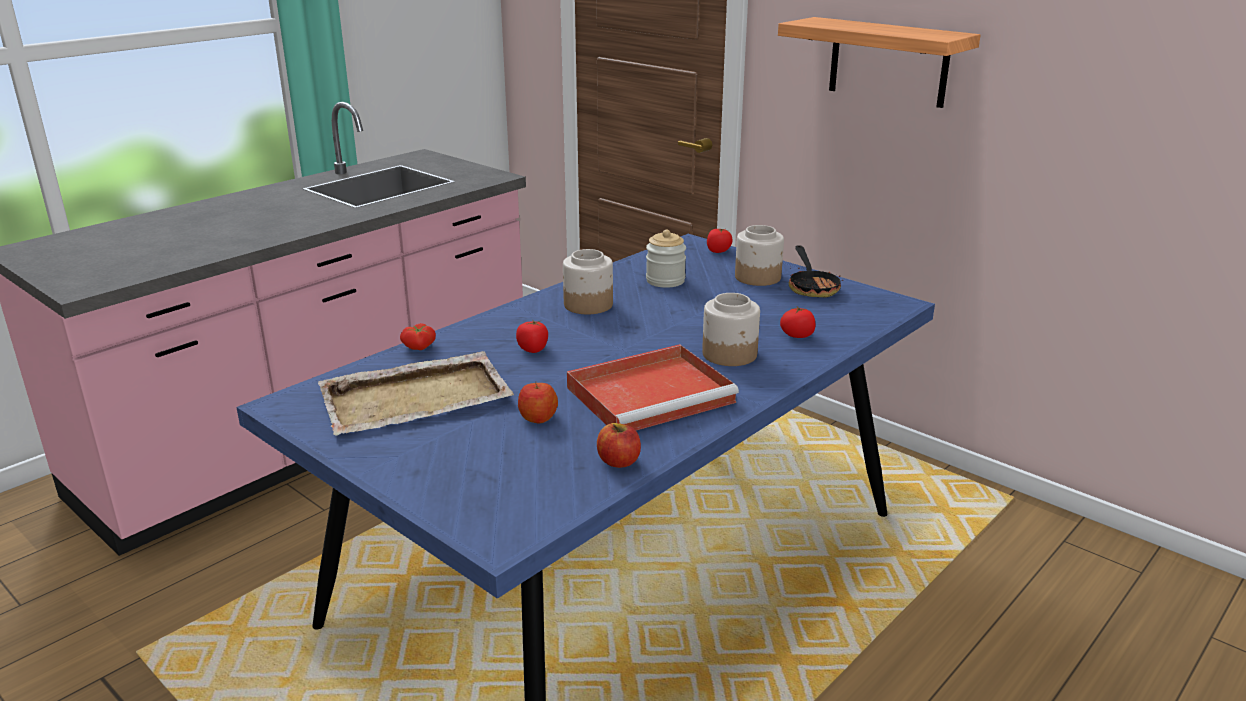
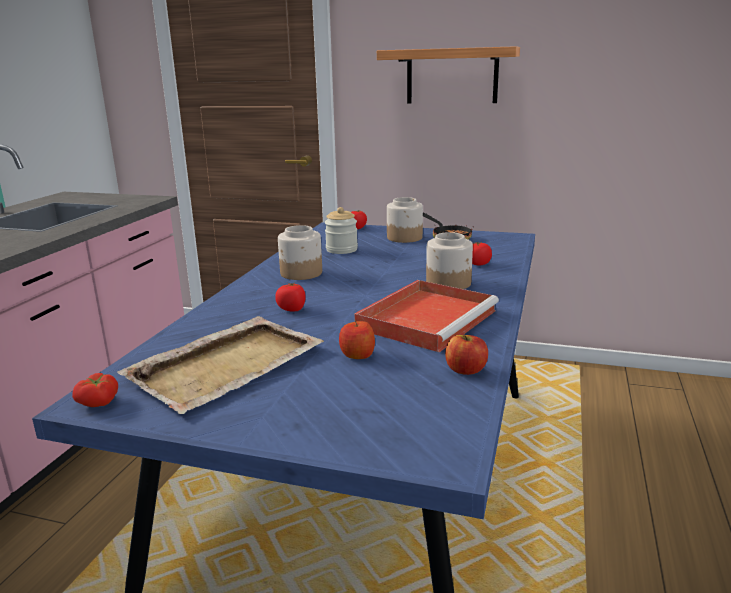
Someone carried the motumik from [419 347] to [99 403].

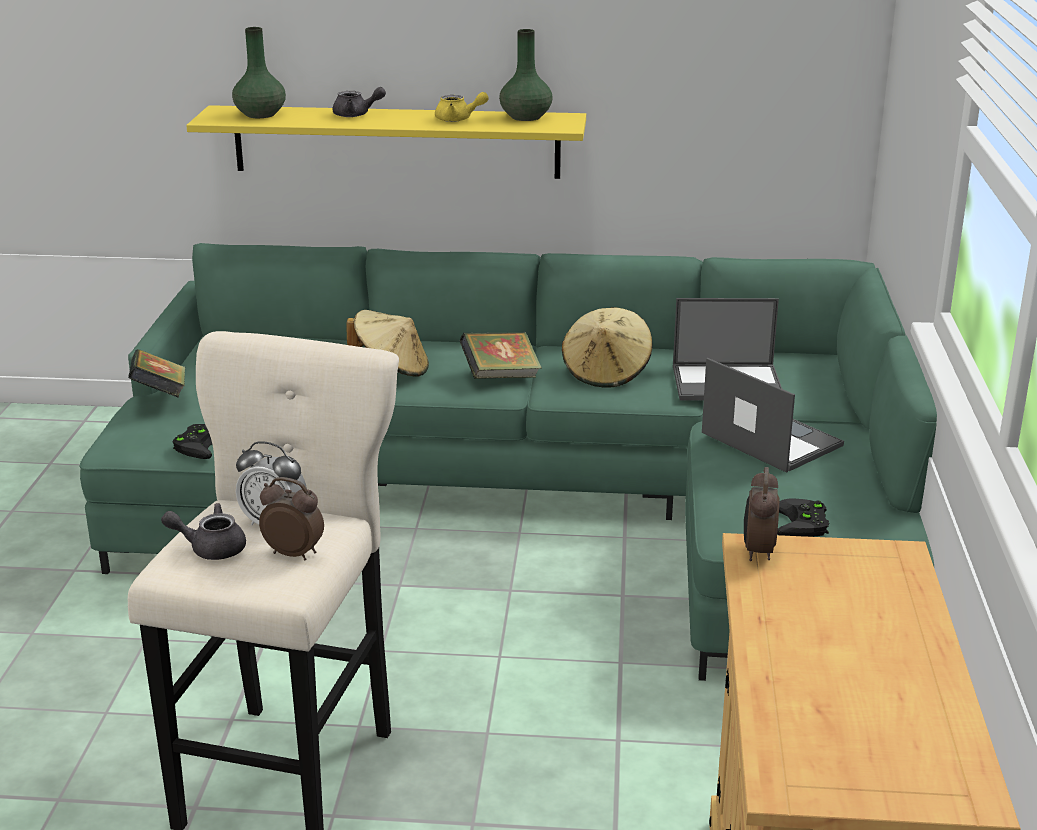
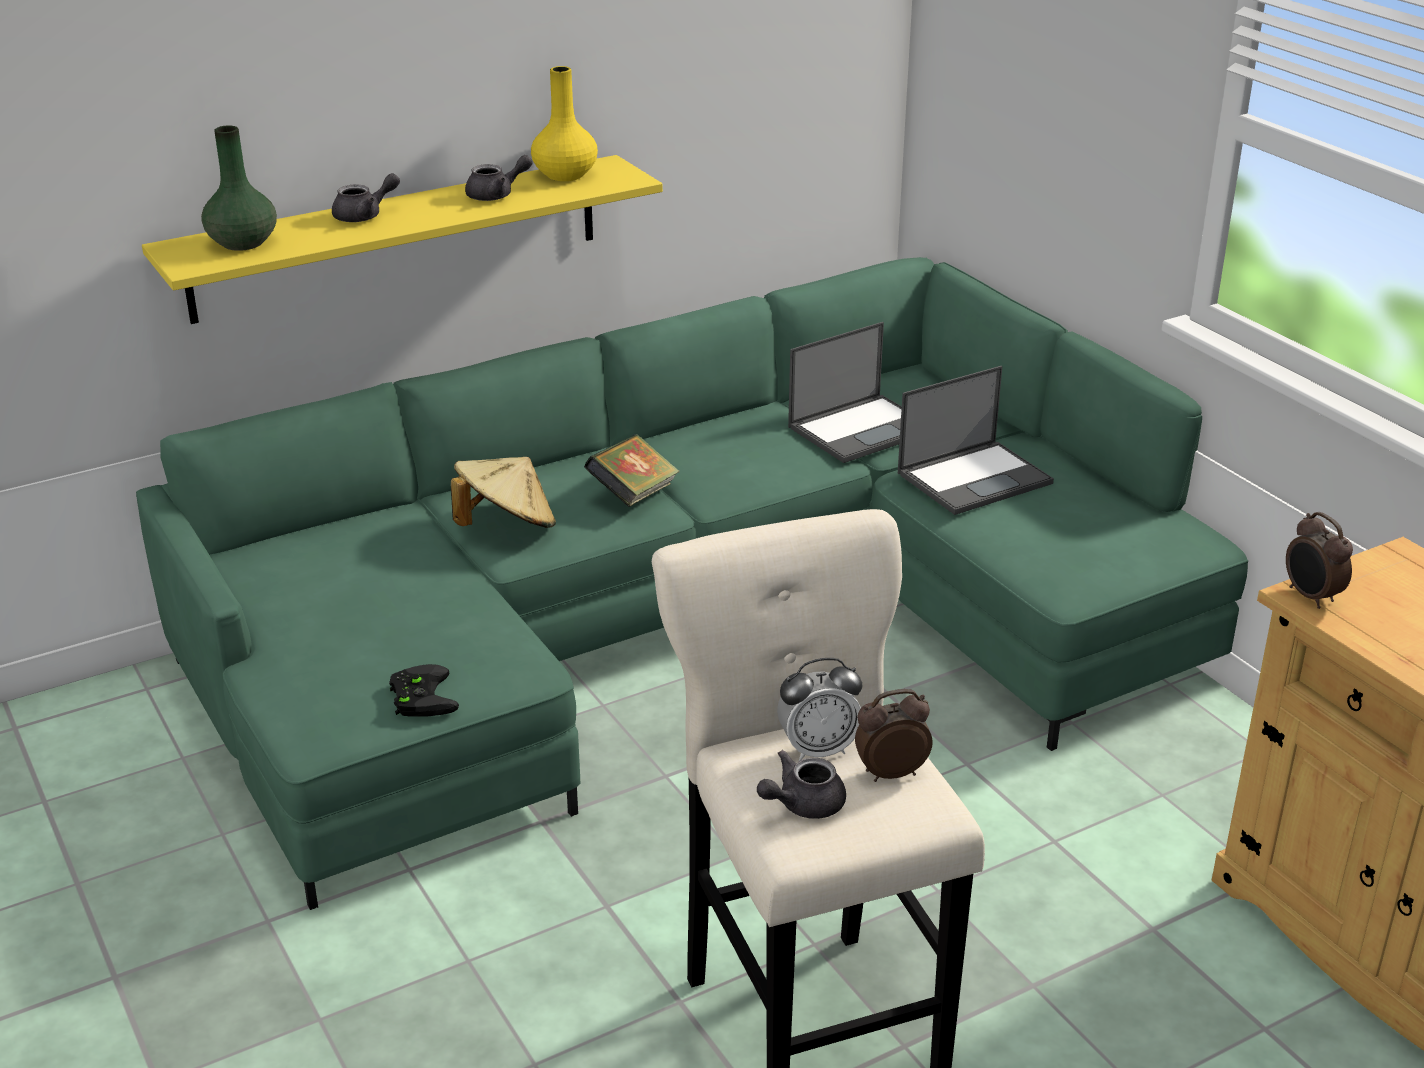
Someone repainted the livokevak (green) at [525 117], which became the livokevak (yellow) at [564 175]. Someone repainted the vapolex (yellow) at [458 119], which became the vapolex (grey) at [497 195]. Someone took away the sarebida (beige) at [607 373]. Someone took away the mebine at [160 395]. Someone rotated the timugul at [769 439] by 135 degrees clockwise. Someone took away the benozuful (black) at [803 524].

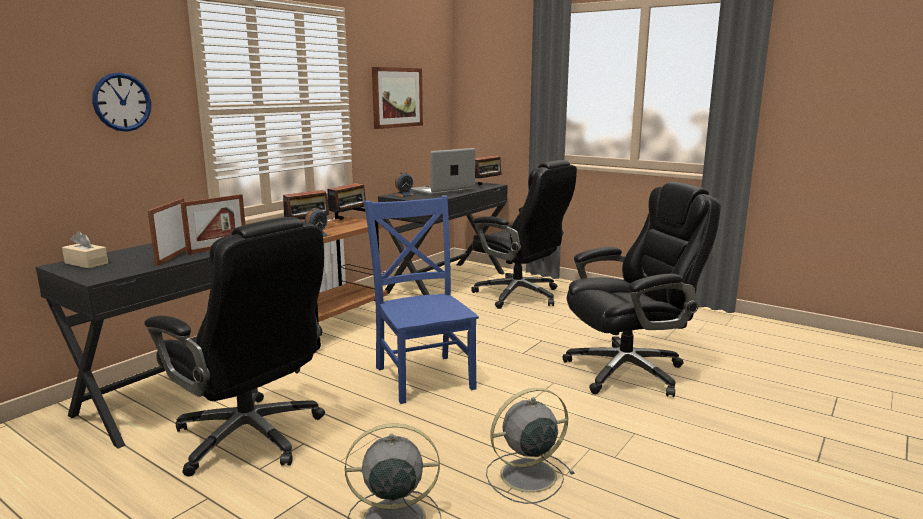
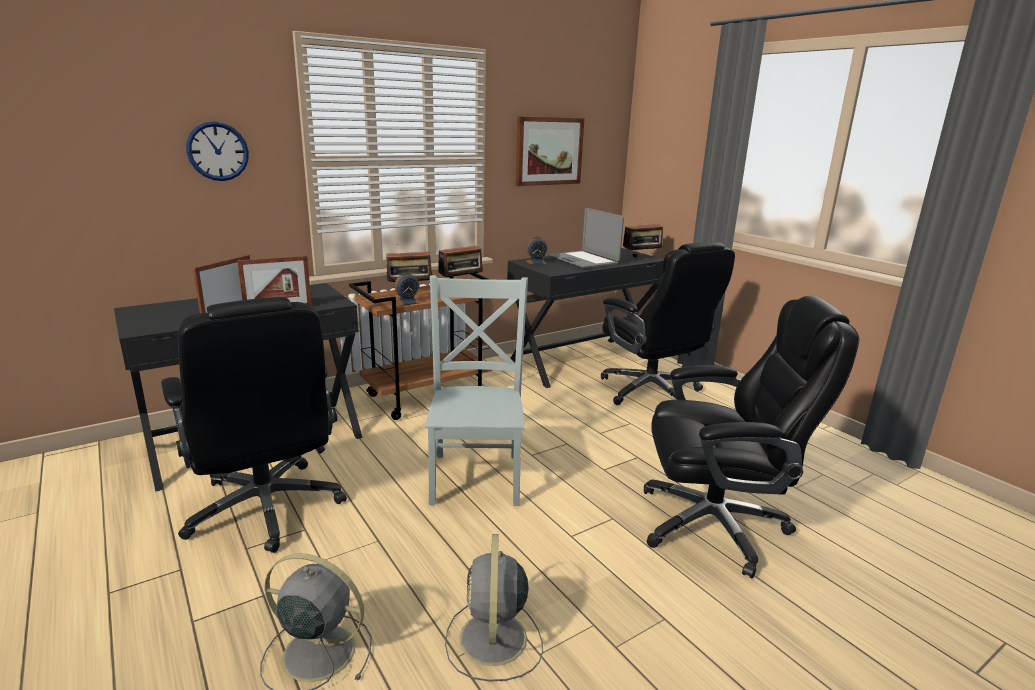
Someone rotated the timugul at [442 190] by 105 degrees counterclockwise. Someone repainted the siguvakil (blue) at [423 375], which became the siguvakil (grey) at [476 475]. Someone took away the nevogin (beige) at [86 263]. Someone rotated the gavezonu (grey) at [526 476] by 90 degrees counterclockwise.

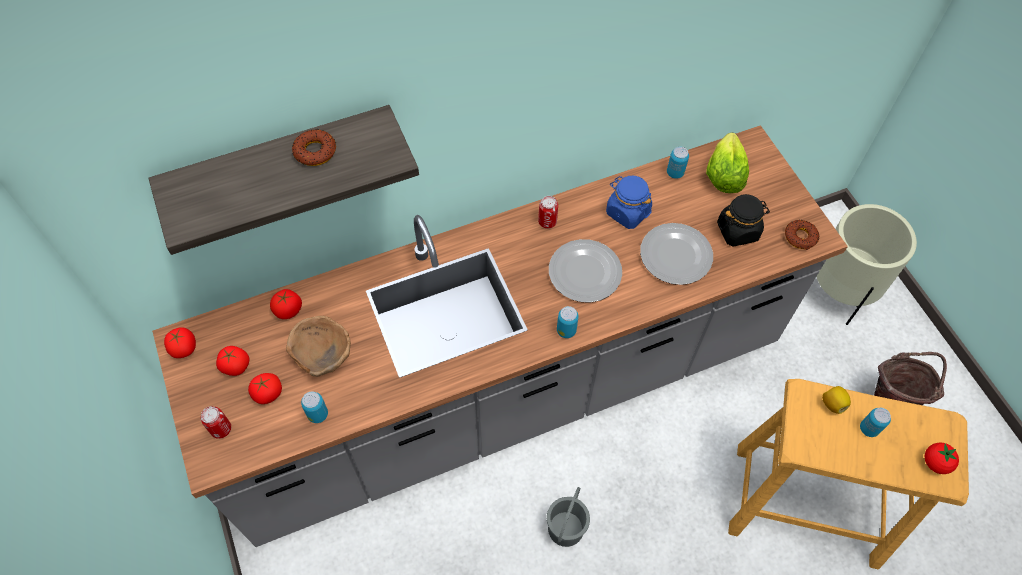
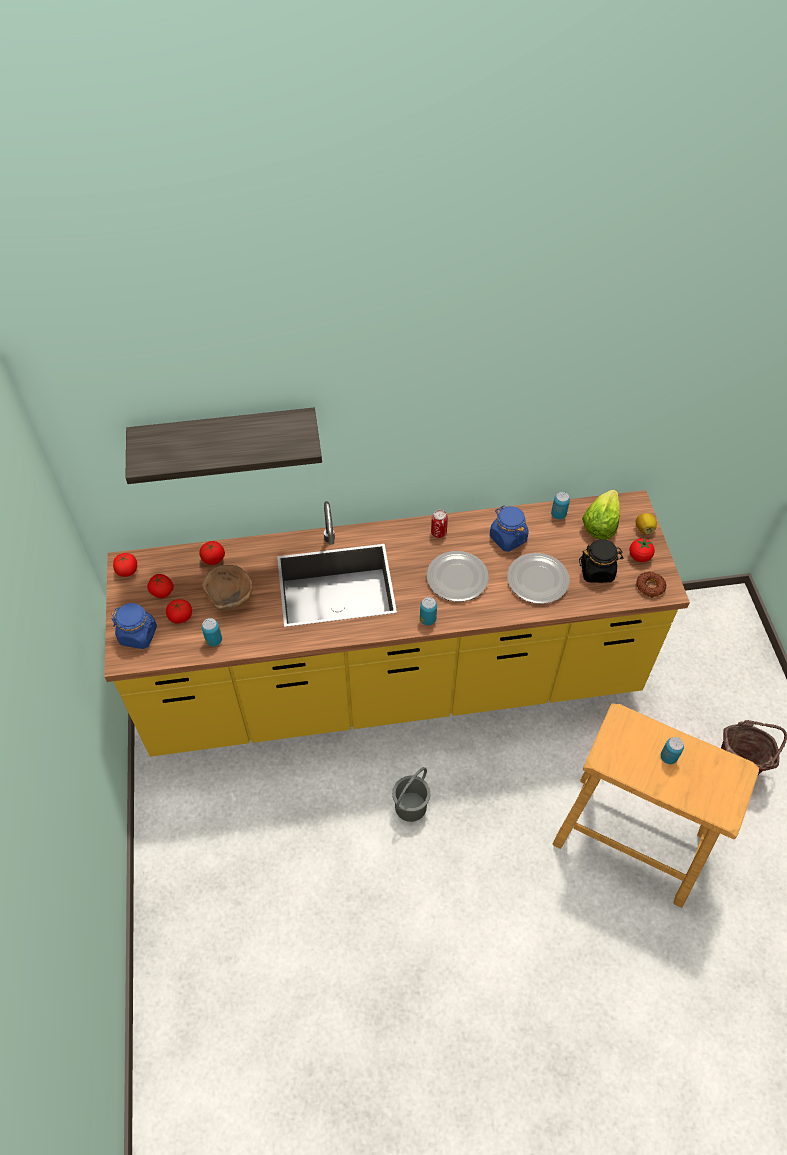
Someone repainted the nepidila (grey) at [509 394], which became the nepidila (yellow) at [393 686]. Someone took away the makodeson at [315 151]. Someone took away the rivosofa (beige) at [839 292]. Someone carried the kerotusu from [832 404] to [644 529]. Someone swapped the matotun at [221 429] for the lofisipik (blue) at [138 635]. Someone carried the motumik from [935 463] to [639 556].

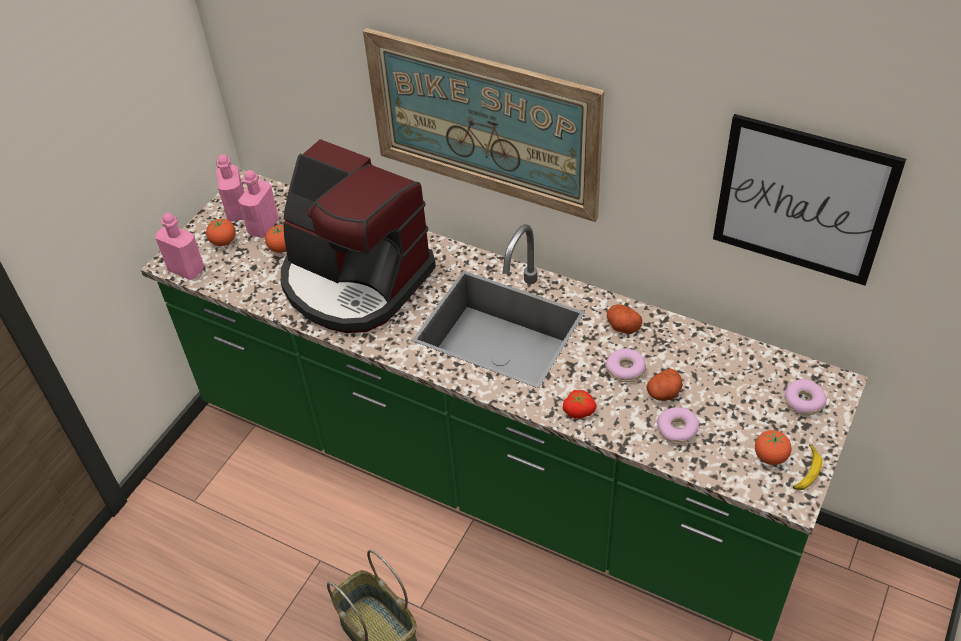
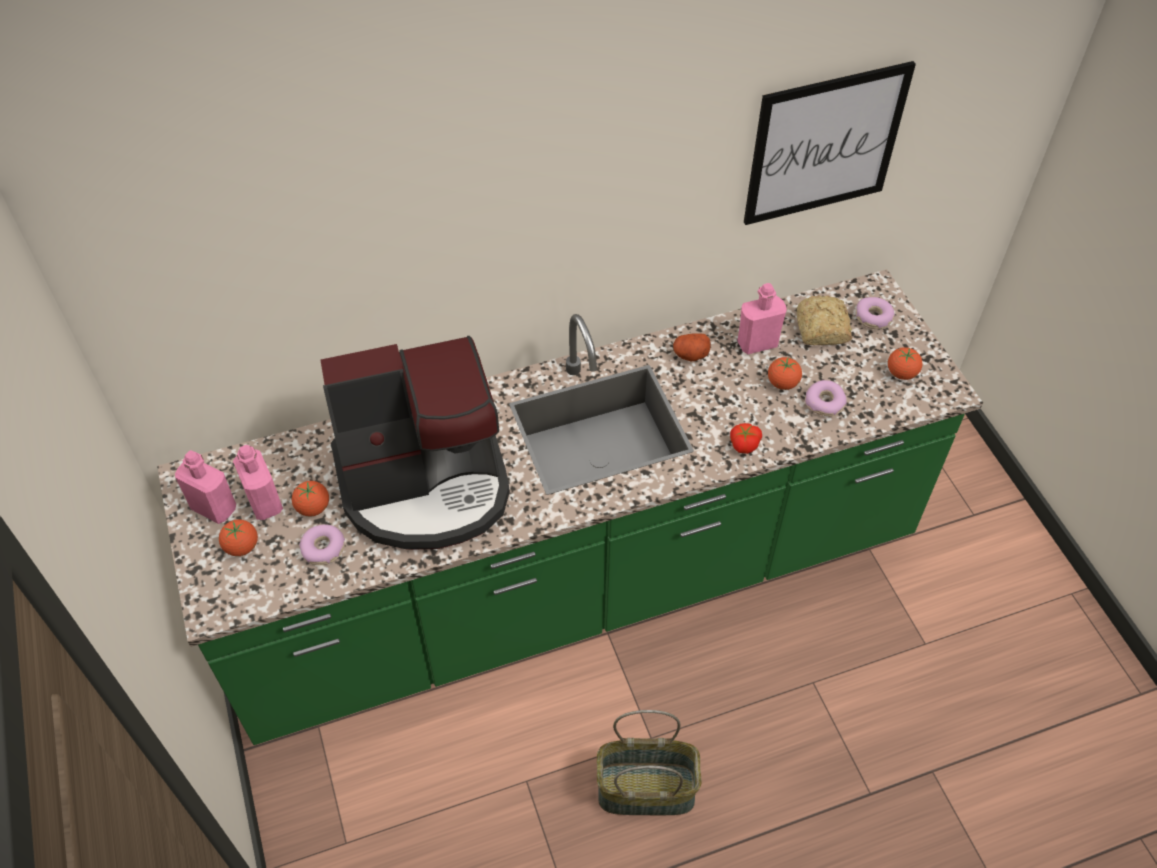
Someone took away the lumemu at [483 124]. Someone carried the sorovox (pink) from [186 270] to [757 343]. Someone carried the makodeson from [625 370] to [324 549]. Someone swapped the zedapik at [663 393] for the motumik at [782 383]. Someone took away the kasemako at [806 471]. Someone put down the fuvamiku at [821 330].

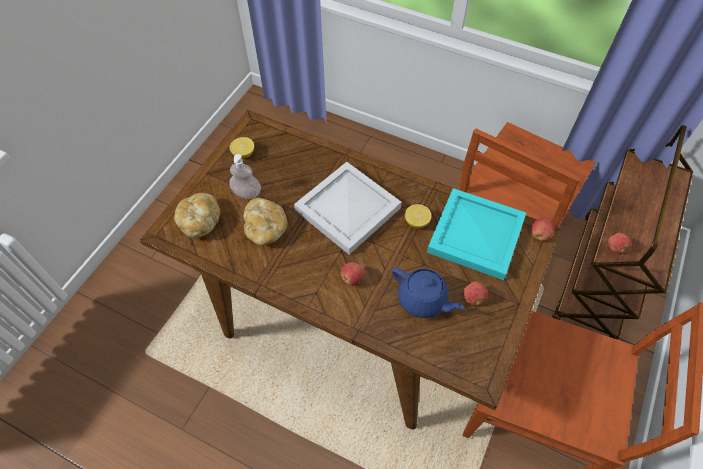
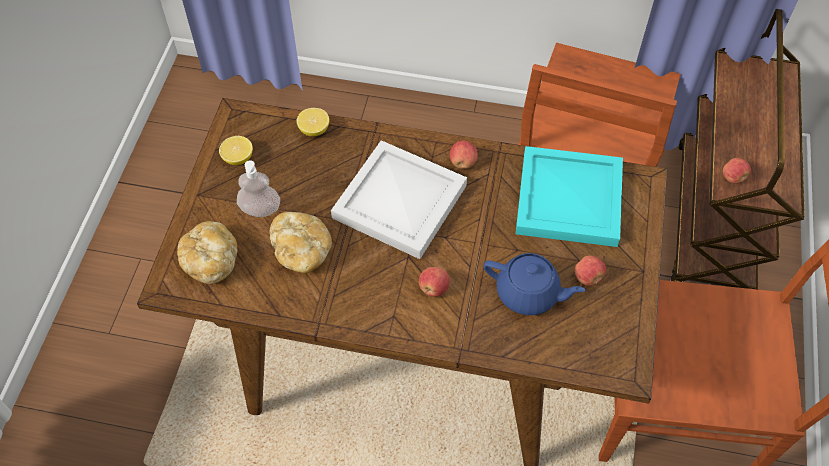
Someone carried the kerotusu from [416 222] to [314 130]. Someone carried the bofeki from [539 235] to [463 162].

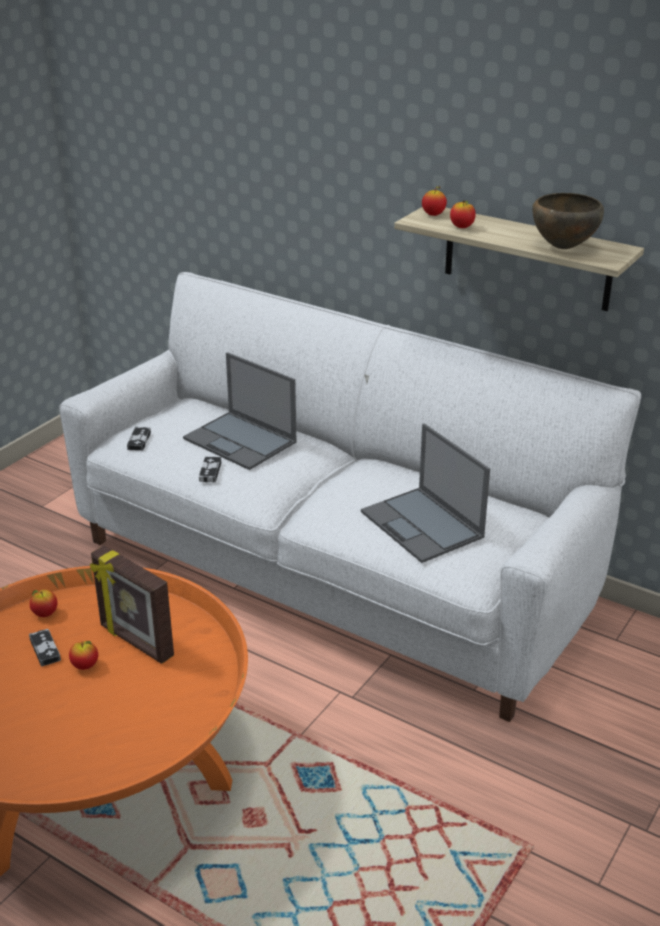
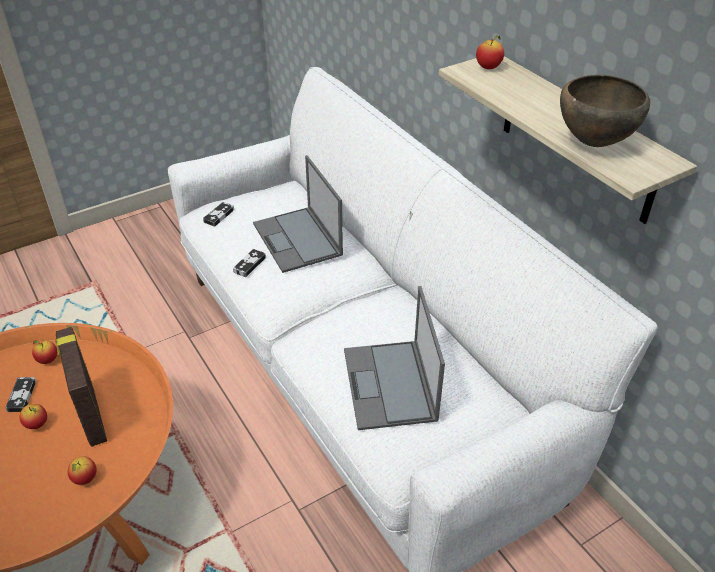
Someone carried the bofeki from [462 227] to [85 479].

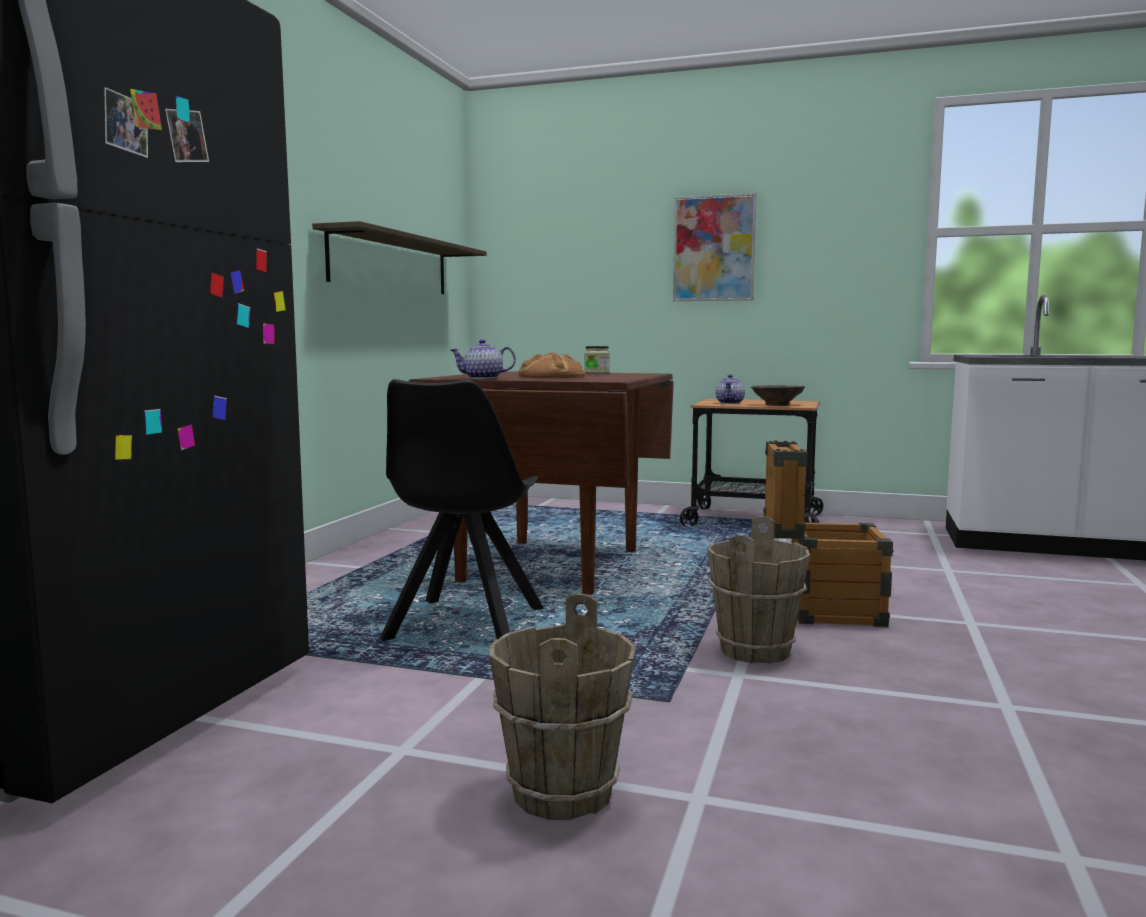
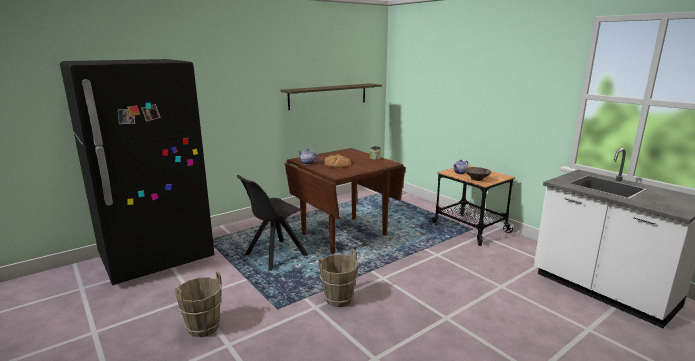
Someone took away the lumemu at [714 248]. Someone took away the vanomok at [820 611].

